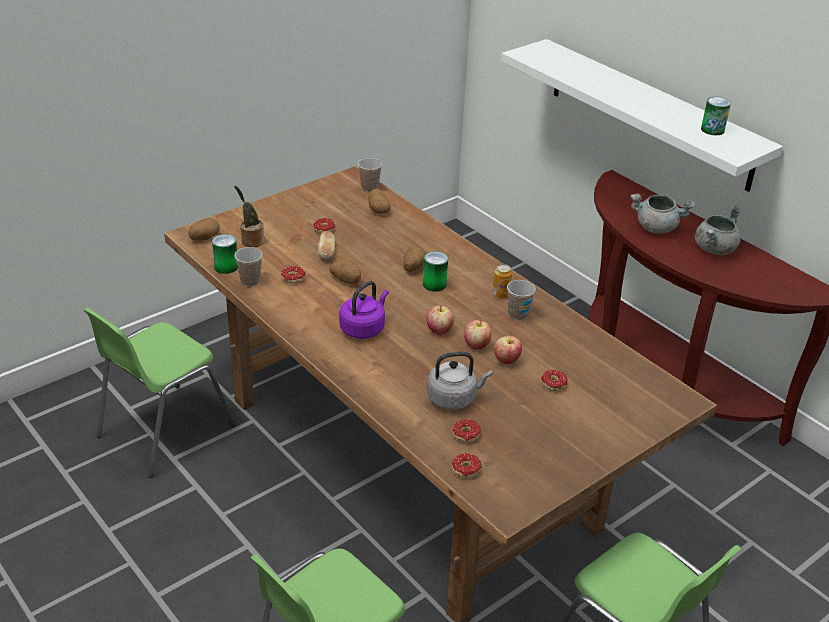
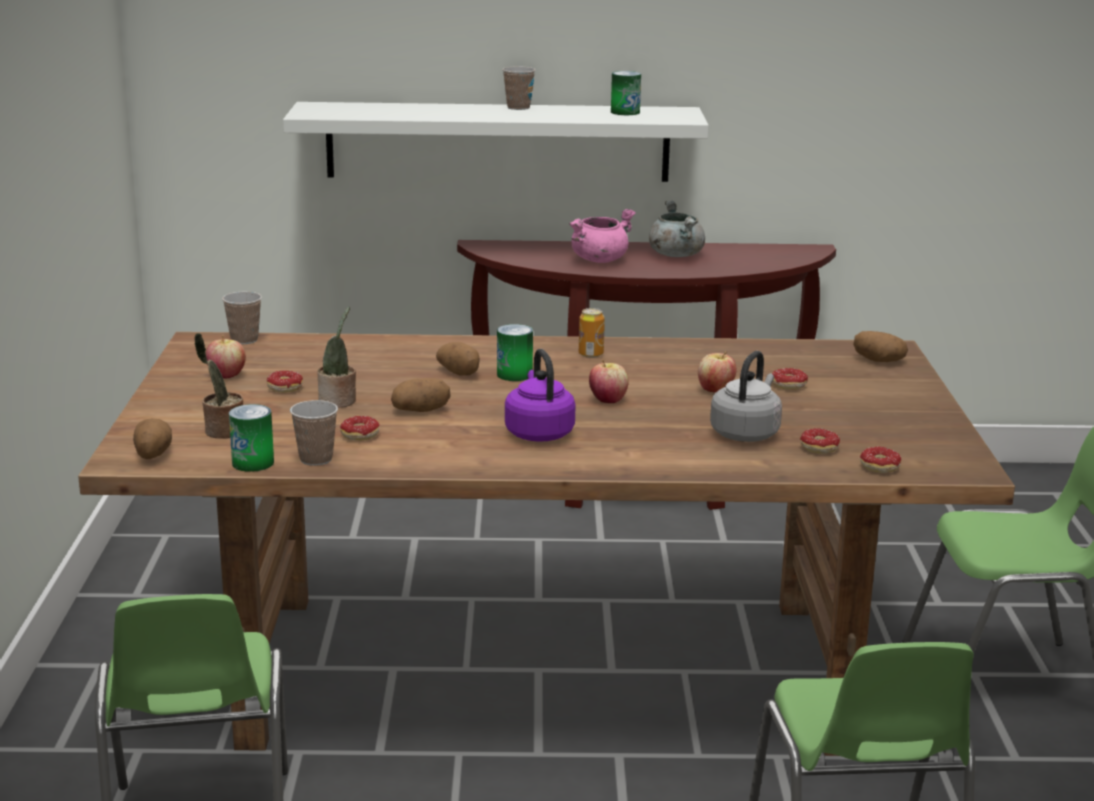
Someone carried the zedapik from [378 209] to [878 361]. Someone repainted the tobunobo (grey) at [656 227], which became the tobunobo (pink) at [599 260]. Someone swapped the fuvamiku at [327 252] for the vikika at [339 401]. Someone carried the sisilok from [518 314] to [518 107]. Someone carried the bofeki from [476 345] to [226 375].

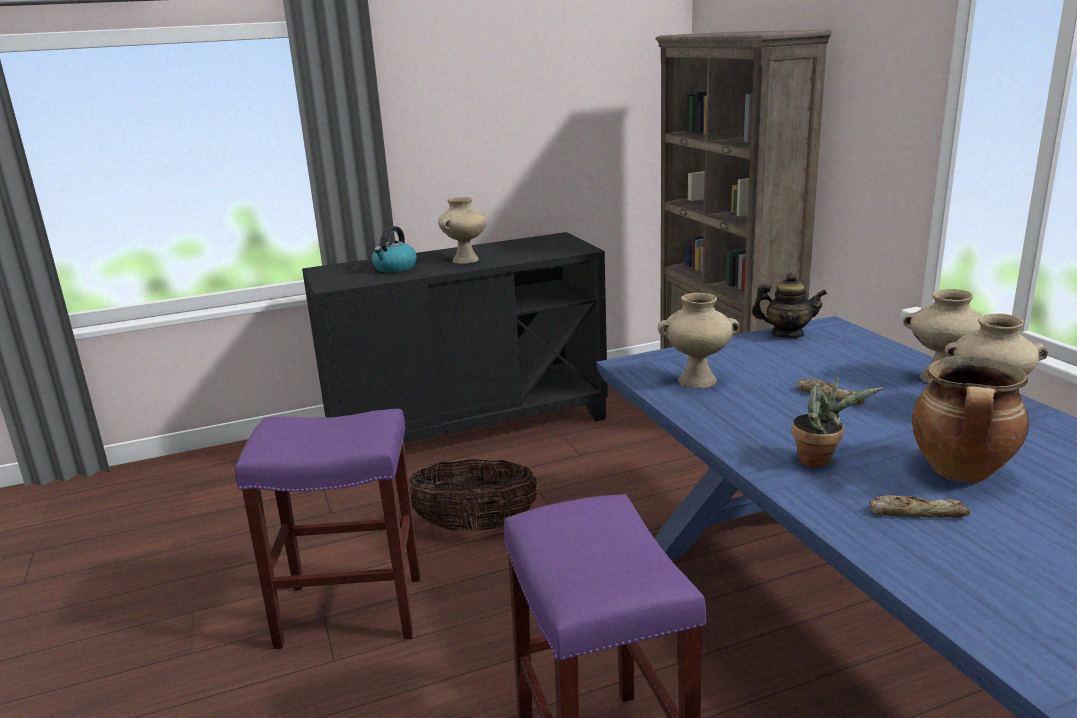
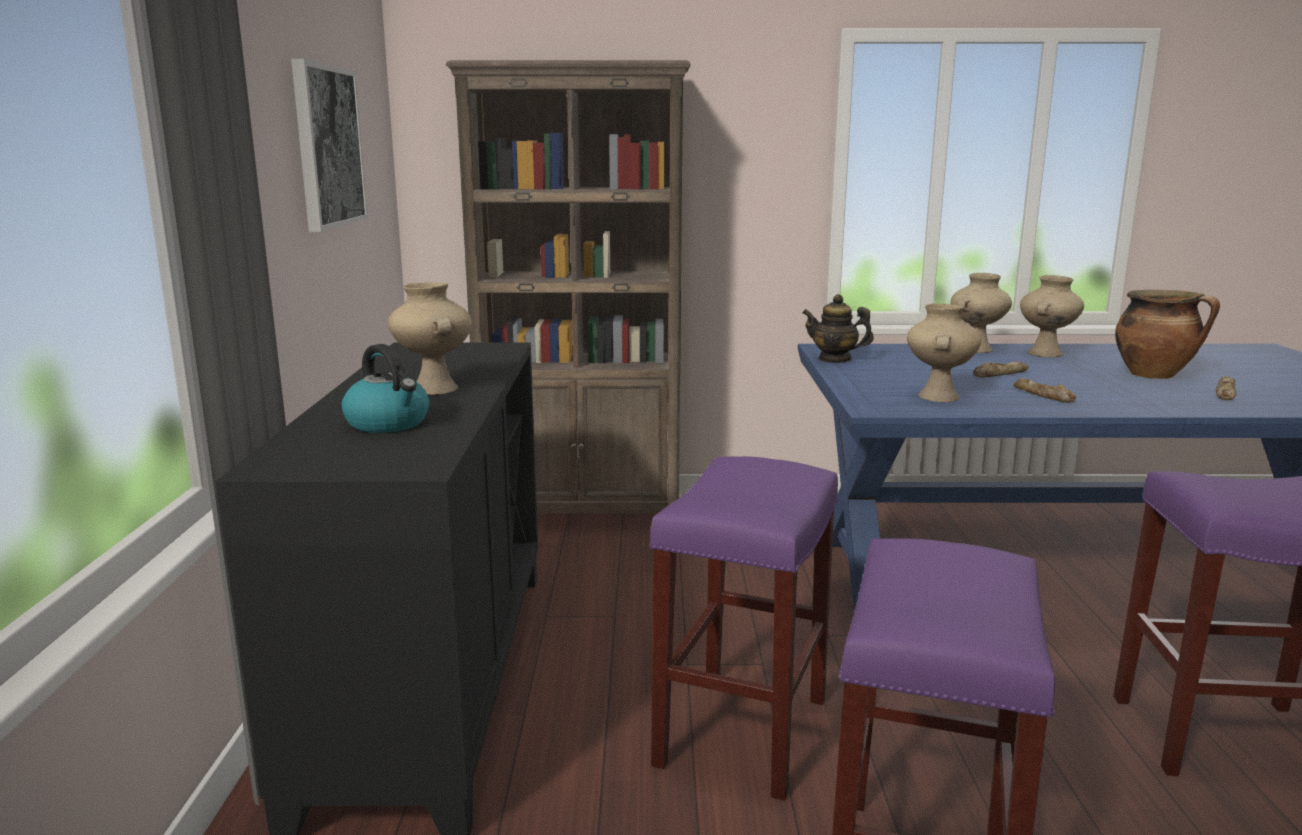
Someone rotated the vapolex at [787 334] by 105 degrees counterclockwise. Someone took away the vikika at [819 460]. Someone swapped the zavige at [475 526] for the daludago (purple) at [742 729]. Someone put up the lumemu at [327 146]. Someone put down the fuvamiku at [1043 395].

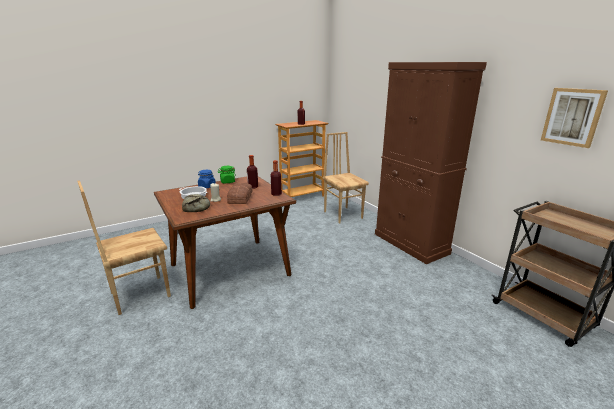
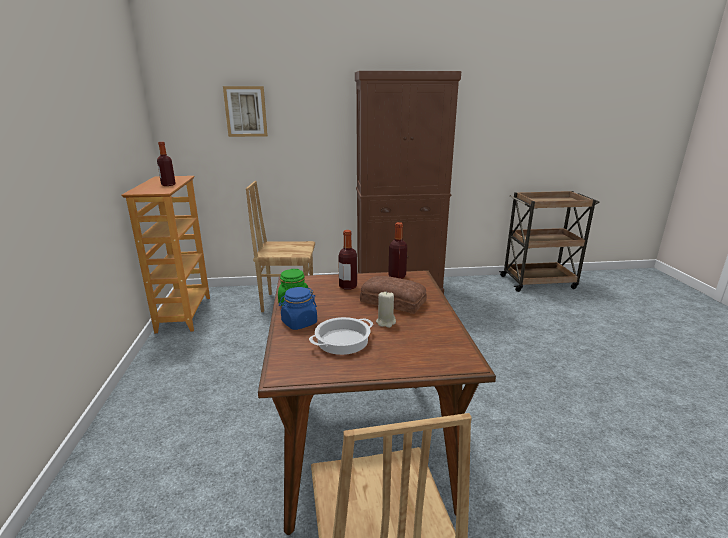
Someone carried the lumemu from [572 117] to [246 111]. Someone took away the fuvamiku at [197 207].

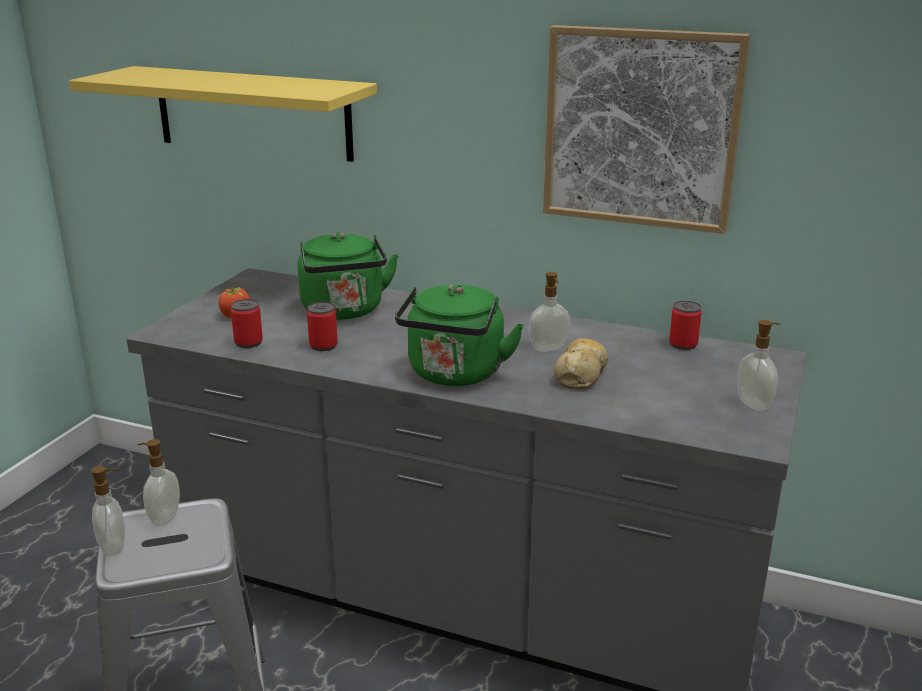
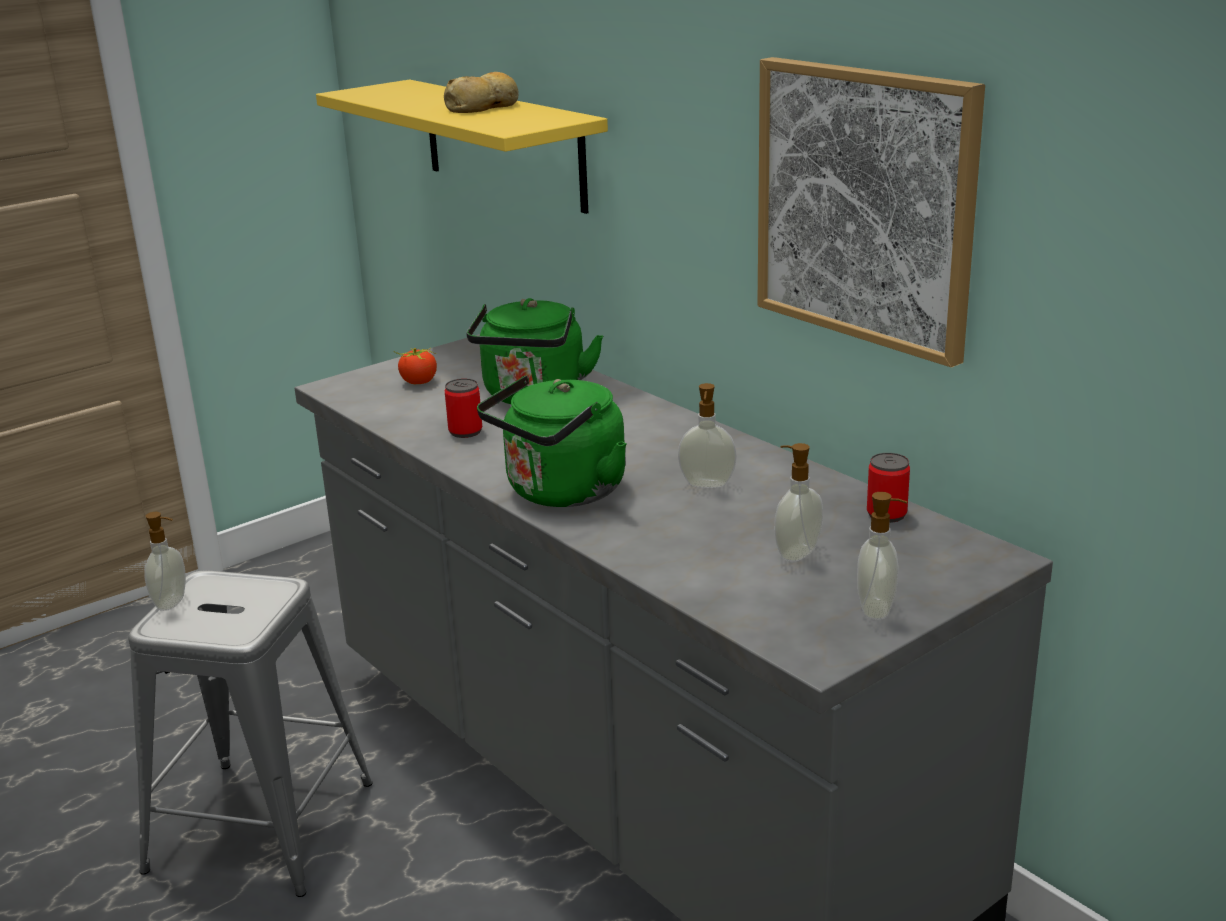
Someone took away the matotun at [248 343]. Someone carried the fuvamiku from [581 374] to [484 107]. Someone carried the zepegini from [163 518] to [796 553].

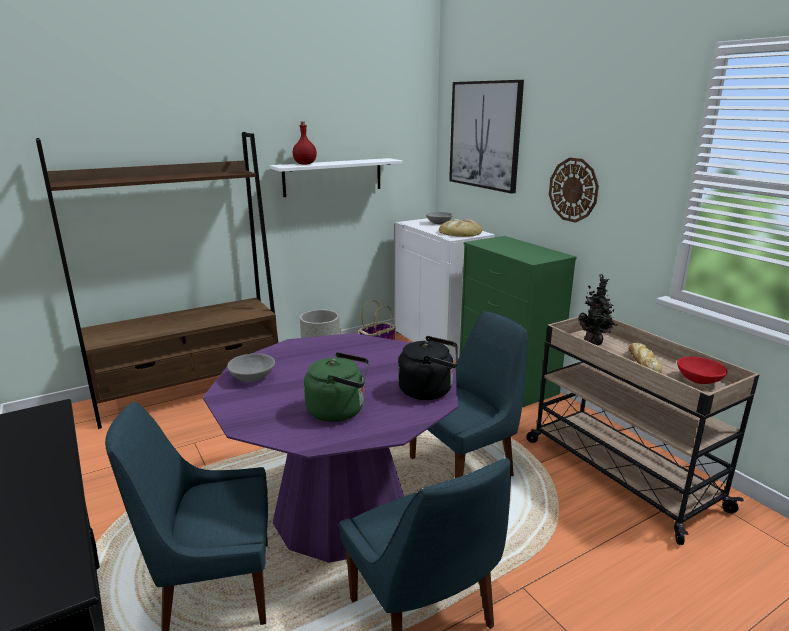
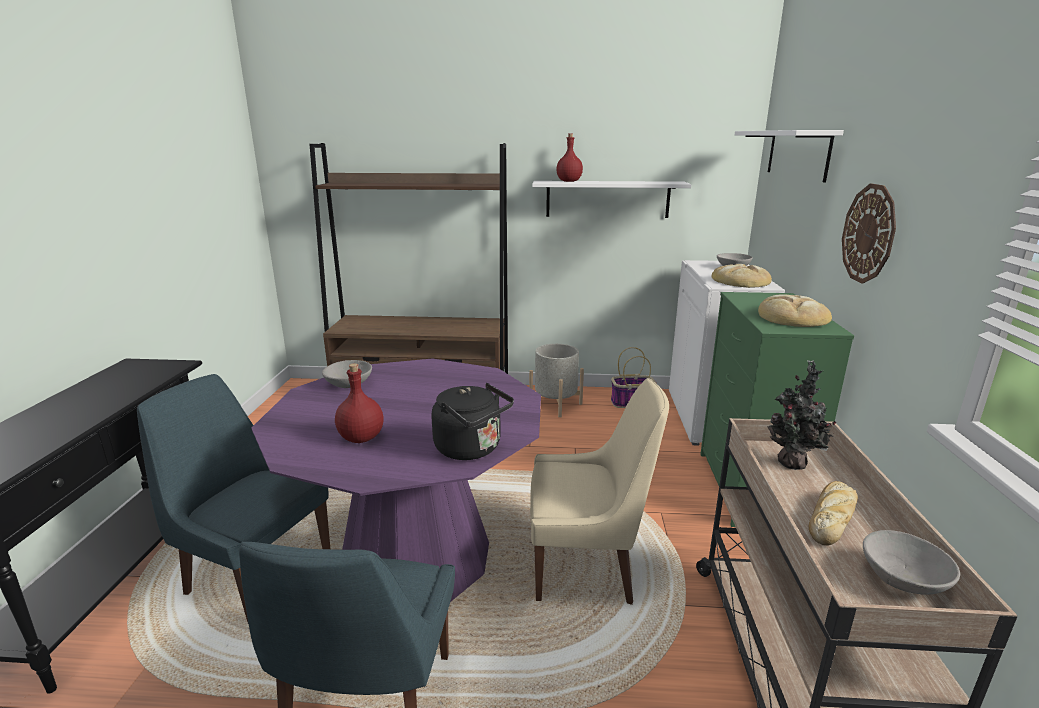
Someone swapped the lumemu at [484 135] for the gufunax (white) at [797 154]. Someone repainted the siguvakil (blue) at [464 465], which became the siguvakil (beige) at [587 566]. Someone swapped the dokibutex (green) at [339 411] for the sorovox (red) at [361 438]. Someone repainted the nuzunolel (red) at [698 380], which became the nuzunolel (grey) at [902 579]. Someone put down the fuvamiku at [791 317].

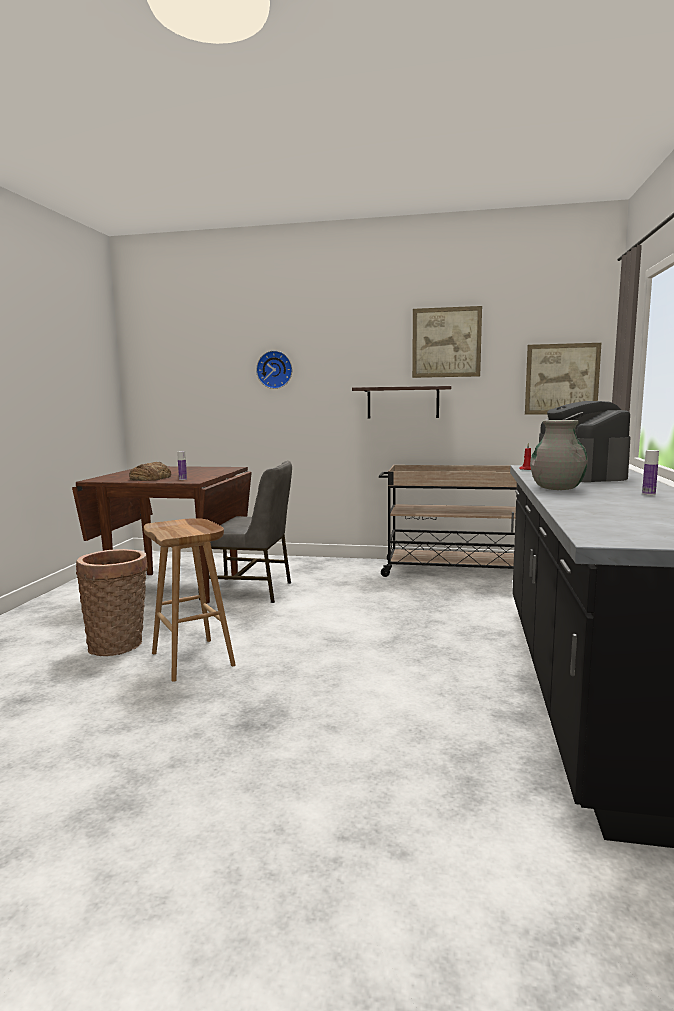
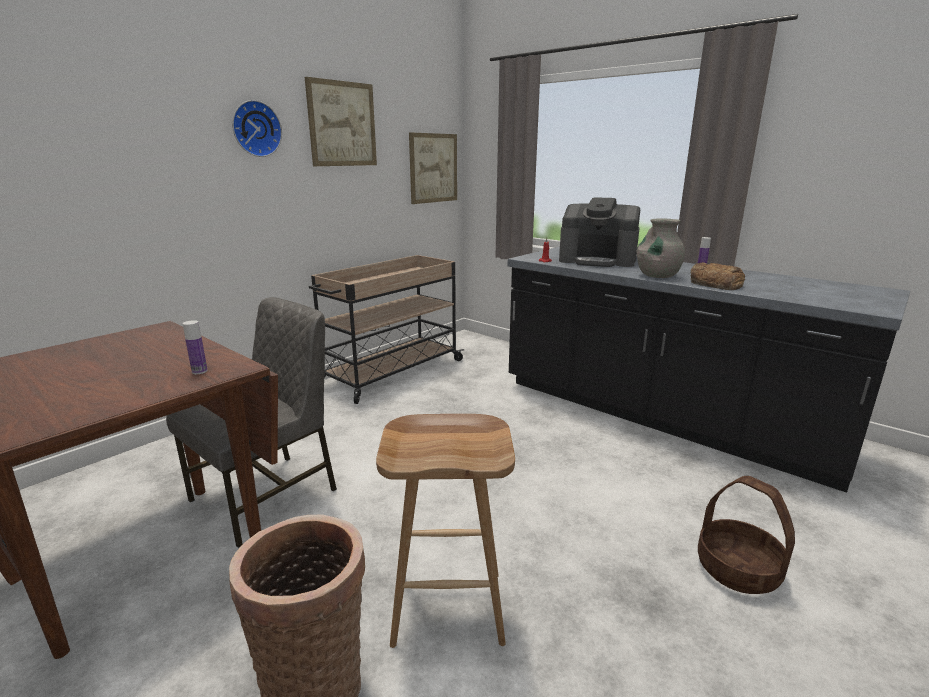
Someone carried the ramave from [275 369] to [255 129]. Someone took away the gufunax at [403 402]. Someone carried the fuvamiku from [150 478] to [715 284]. Someone put down the zavige at [738 569].

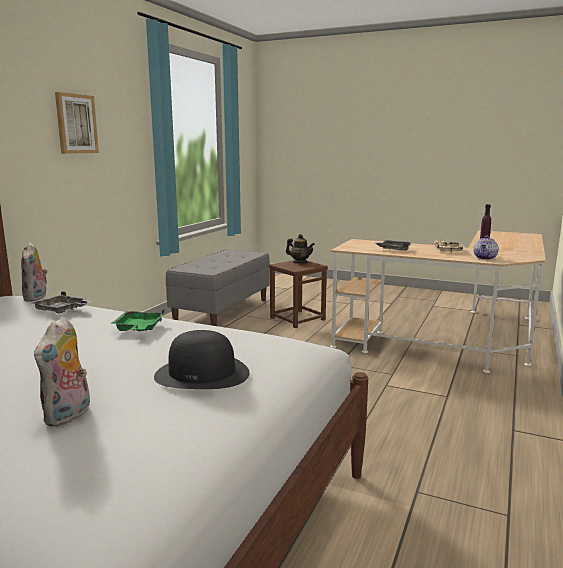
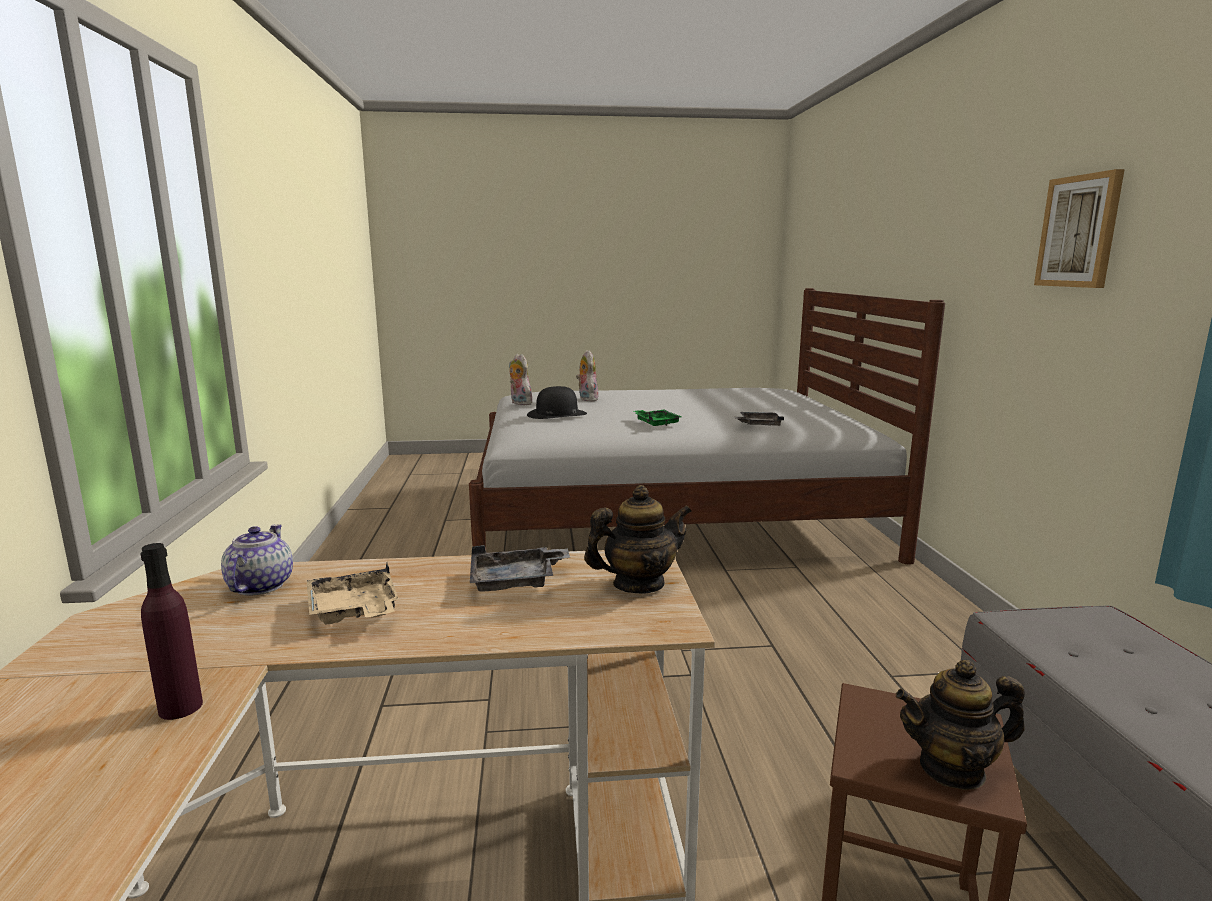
Someone carried the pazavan from [36 298] to [519 403]. Someone put down the vapolex at [638 584].

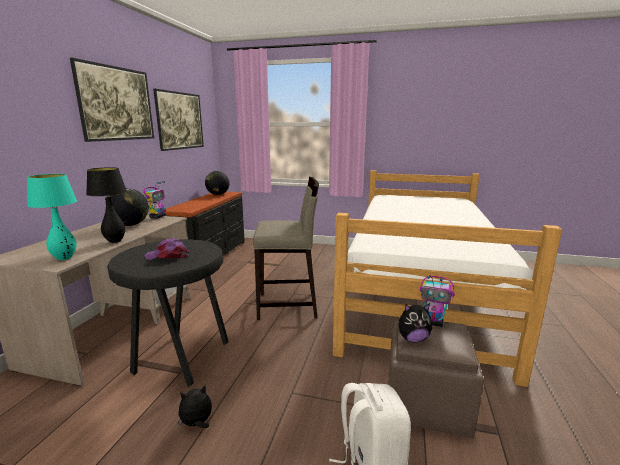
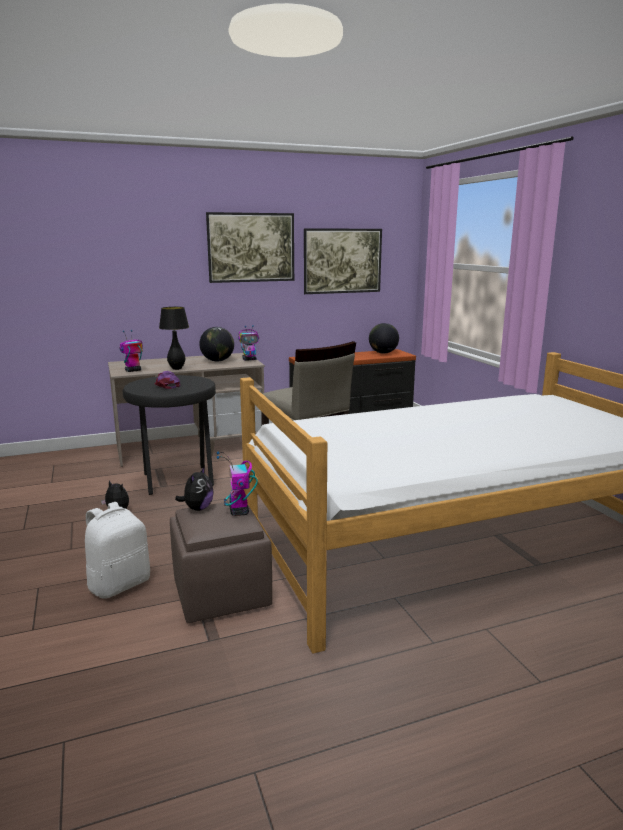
Someone swapped the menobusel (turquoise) at [65 258] for the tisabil at [132 371]. Someone rotated the pazavan at [413 339] by 120 degrees counterclockwise.

